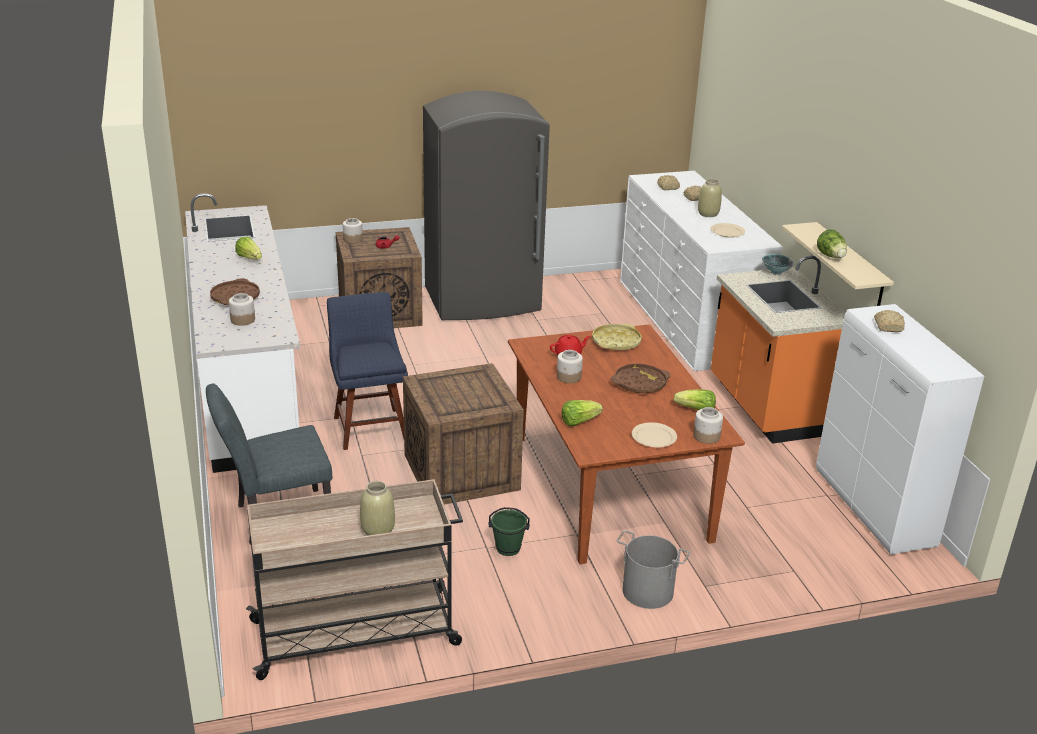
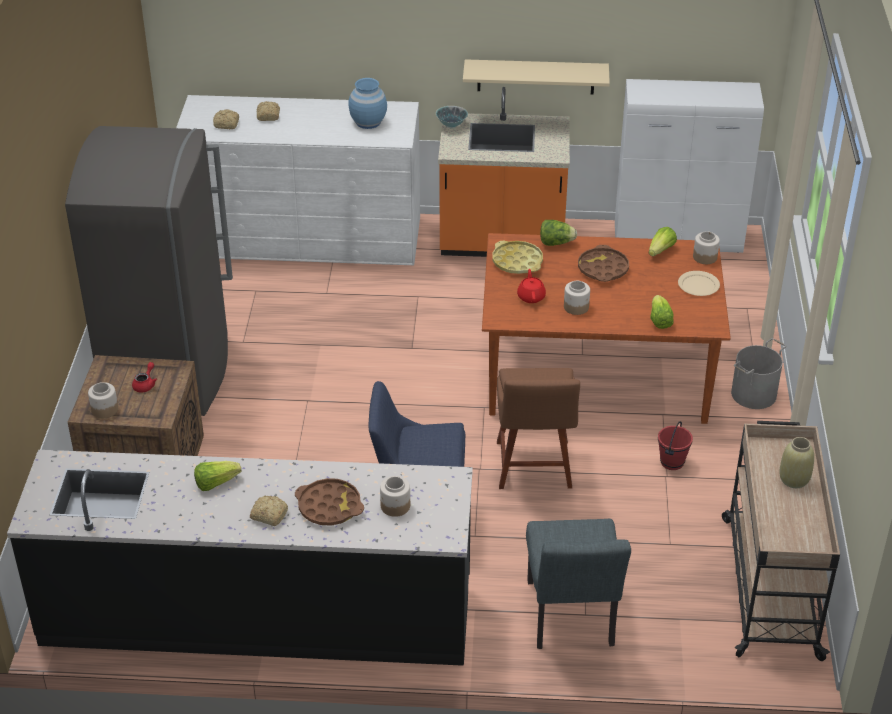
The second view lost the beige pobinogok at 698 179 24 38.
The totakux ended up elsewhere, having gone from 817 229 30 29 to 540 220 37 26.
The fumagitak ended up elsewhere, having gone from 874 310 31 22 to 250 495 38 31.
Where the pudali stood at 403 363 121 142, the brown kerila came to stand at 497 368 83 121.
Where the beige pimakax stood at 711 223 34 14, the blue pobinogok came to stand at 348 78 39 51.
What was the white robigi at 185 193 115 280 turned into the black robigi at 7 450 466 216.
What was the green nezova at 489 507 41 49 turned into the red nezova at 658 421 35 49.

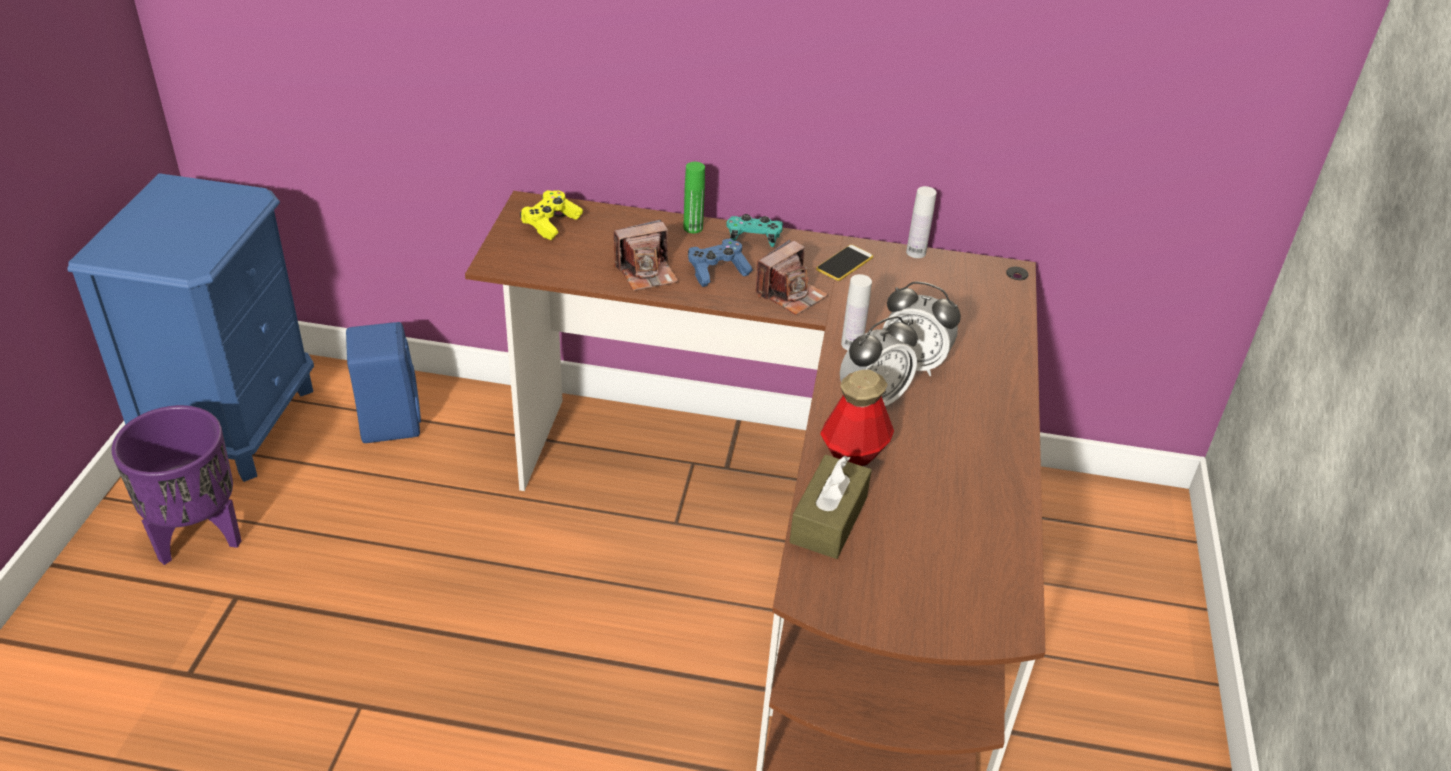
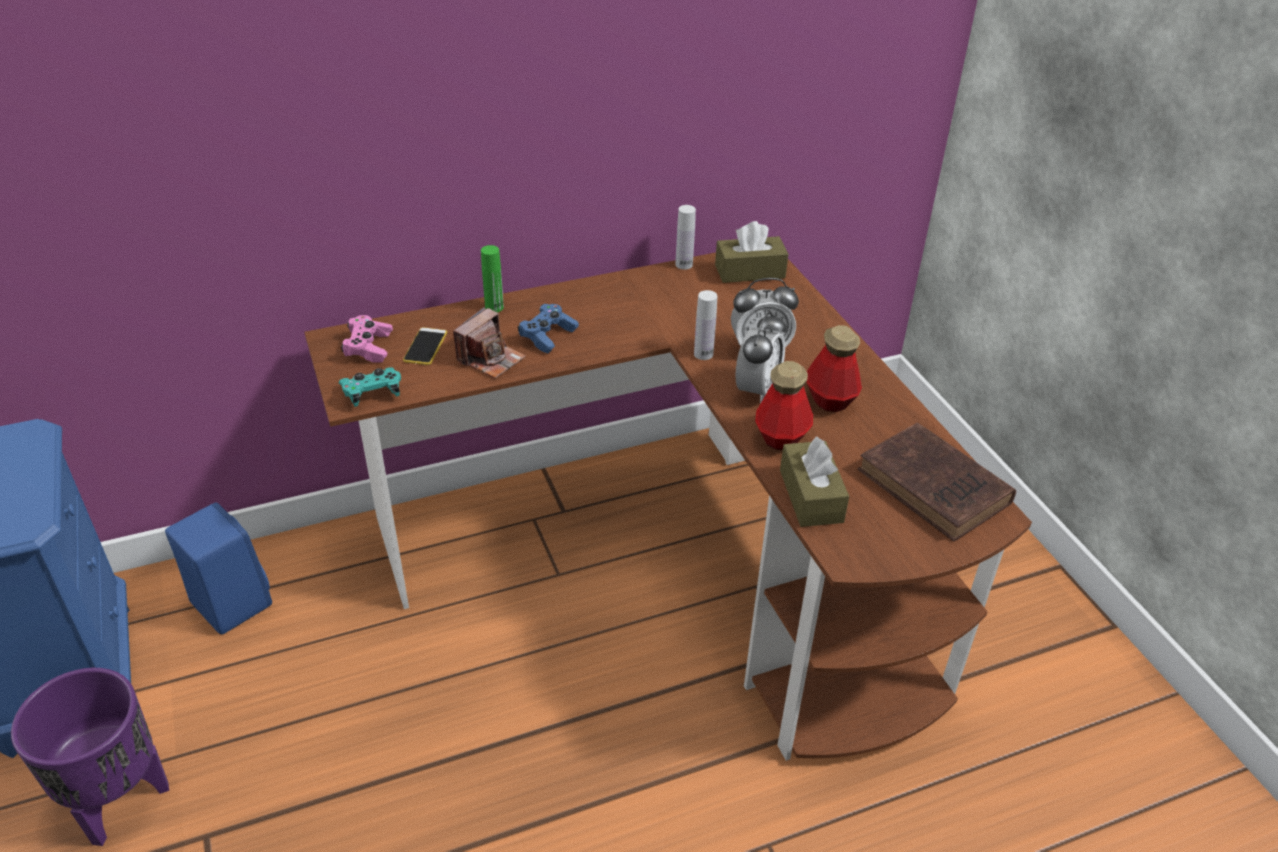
The second view lost the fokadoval at 755 239 73 76.
The second view gained the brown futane at 715 221 74 62.
The second view gained the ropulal at 807 325 55 87.
The second view gained the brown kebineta at 857 422 159 120.
The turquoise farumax ended up elsewhere, having gone from 726 214 57 33 to 339 367 62 40.
The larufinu ended up elsewhere, having gone from 816 245 57 36 to 403 327 44 38.
What was the yellow farumax at 520 190 63 50 turned into the pink farumax at 341 315 52 48.

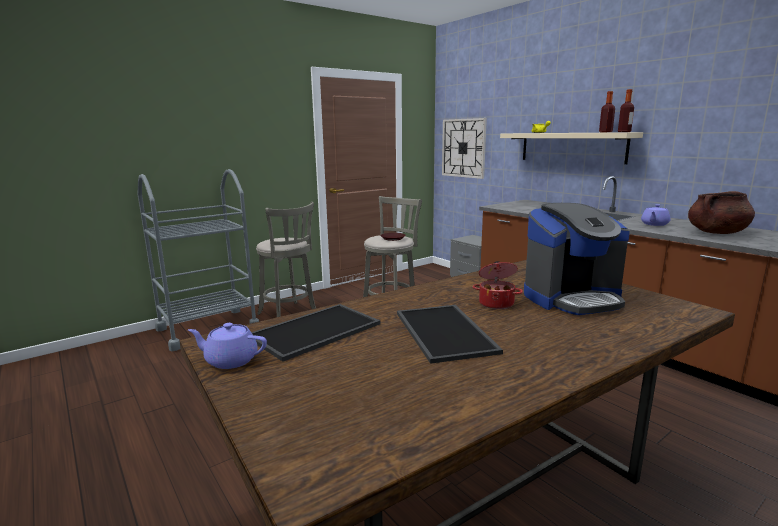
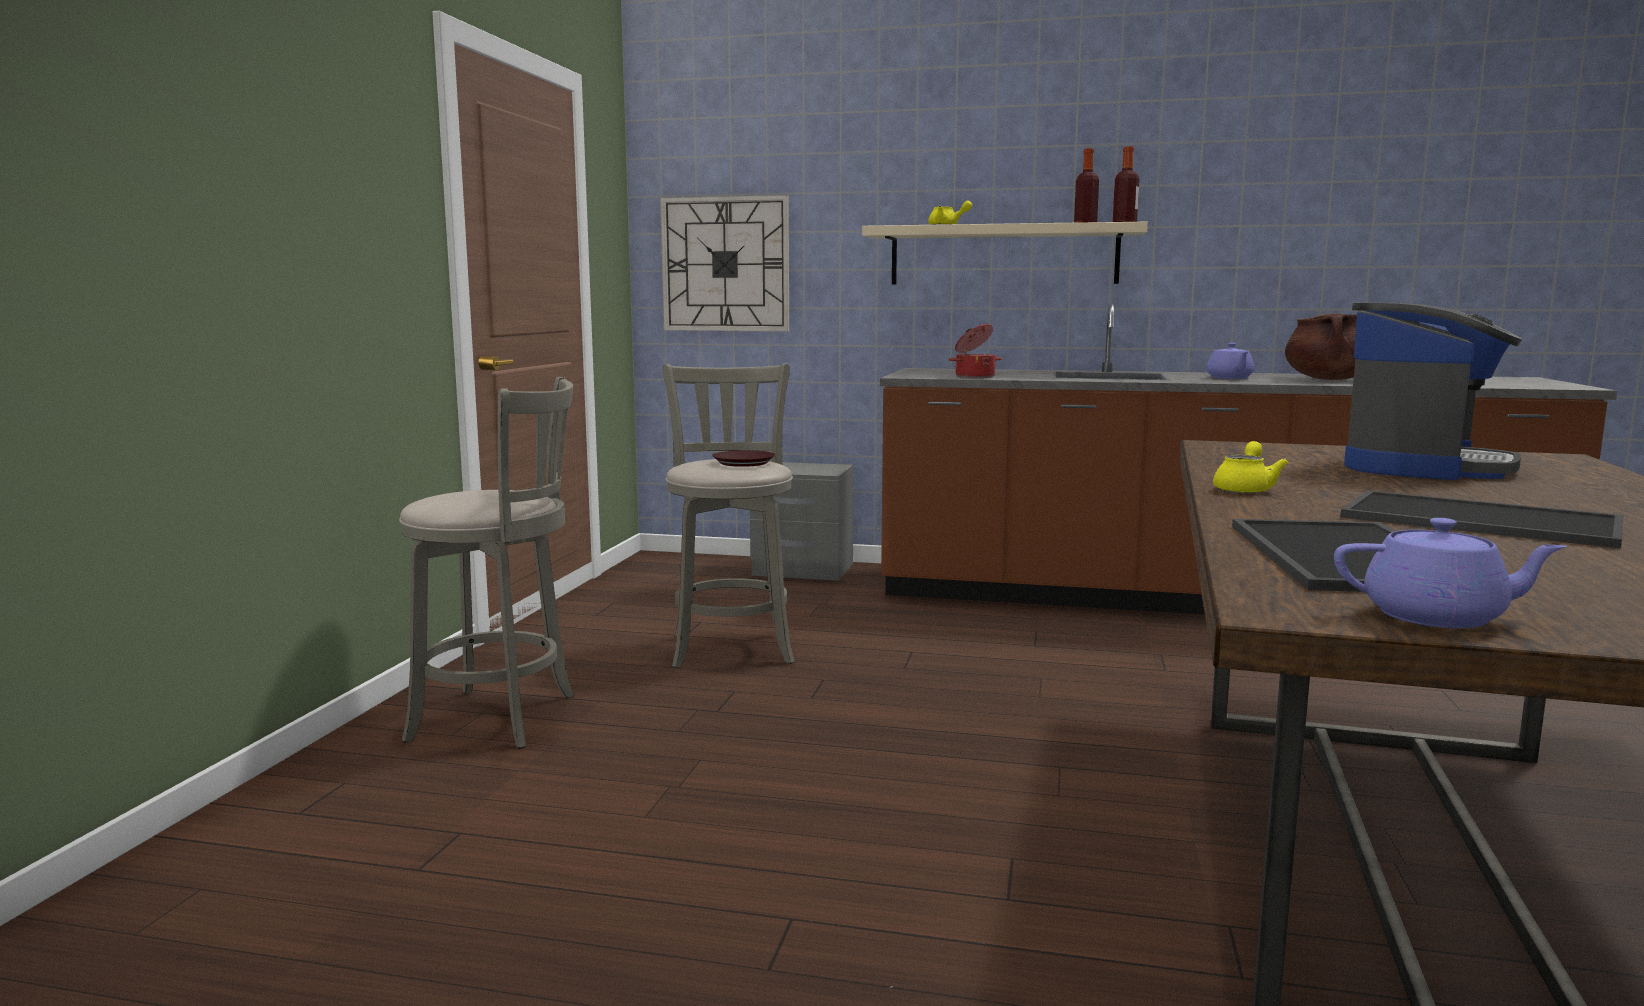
The second view lost the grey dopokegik at 138 169 121 182.
The second view gained the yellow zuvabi at 1213 441 75 52.
The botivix ended up elsewhere, having gone from 473 261 50 48 to 949 324 53 54.
The purple zuvabi at 188 323 79 46 ended up facing another way, 135 degrees counterclockwise from before.

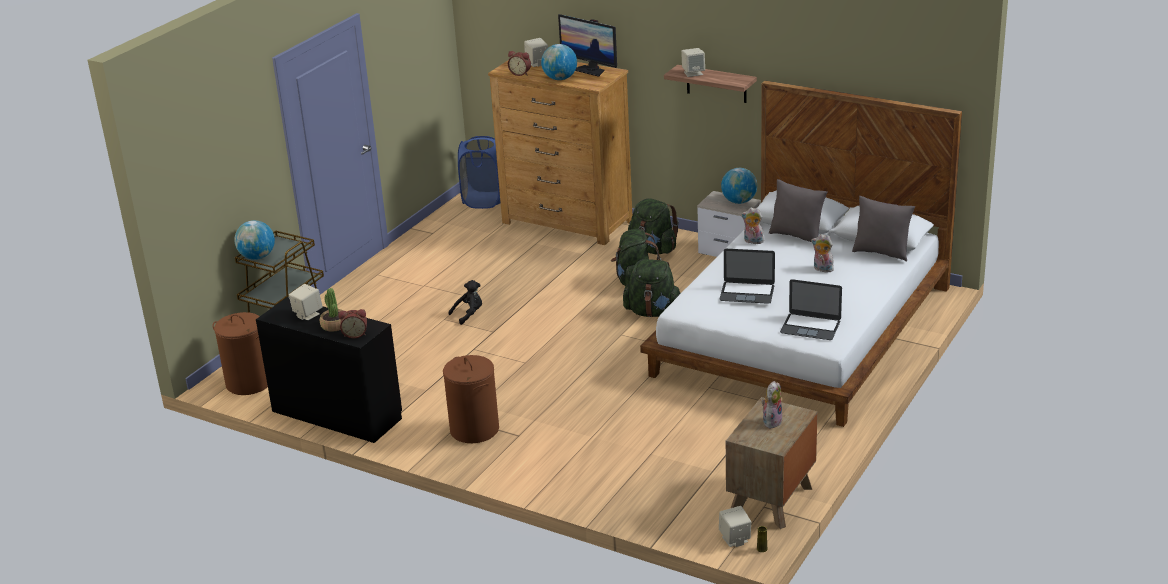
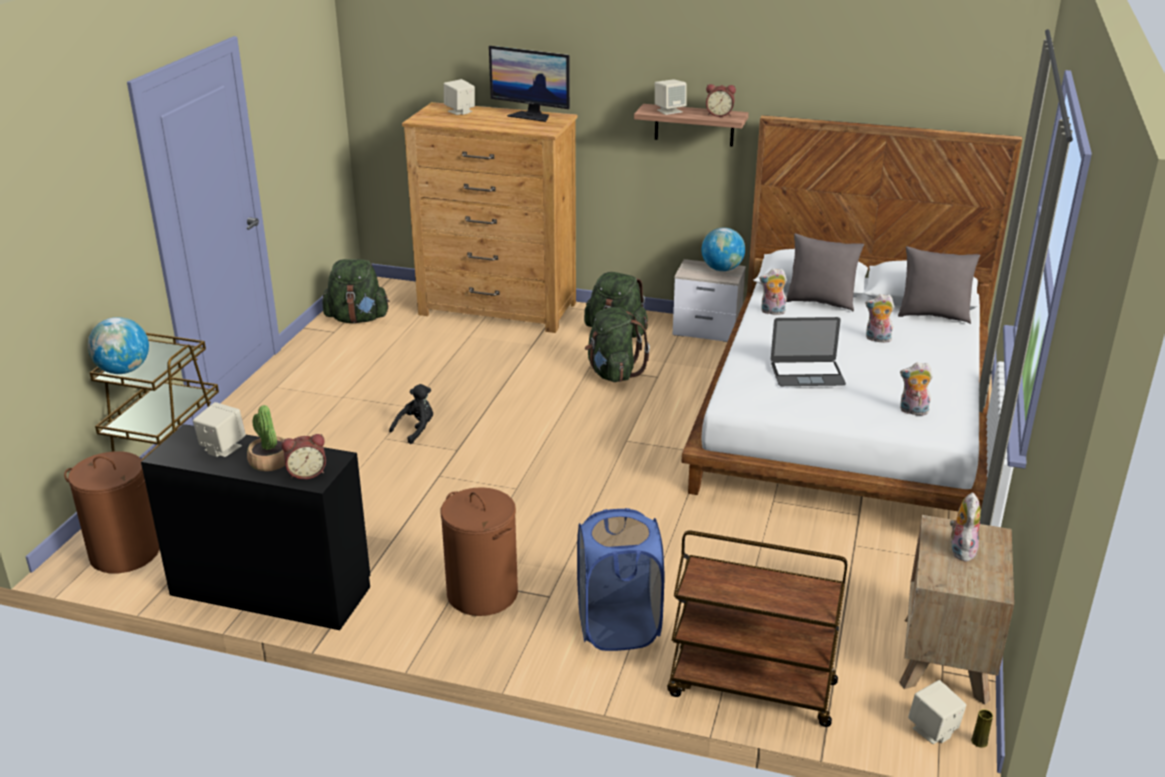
The second view lost the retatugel at 541 44 36 36.
The second view gained the brown dopokegik at 667 530 180 197.
The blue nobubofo ended up elsewhere, having gone from 458 136 43 73 to 577 508 87 143.
The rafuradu ended up elsewhere, having gone from 508 51 23 25 to 706 84 30 33.
The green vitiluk ended up elsewhere, having gone from 623 259 58 58 to 322 259 68 64.
Where the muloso stood at 780 279 62 61, the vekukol came to stand at 900 362 33 53.

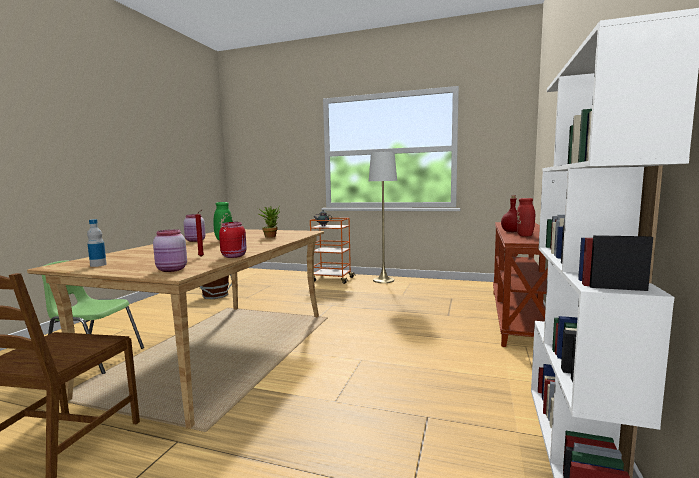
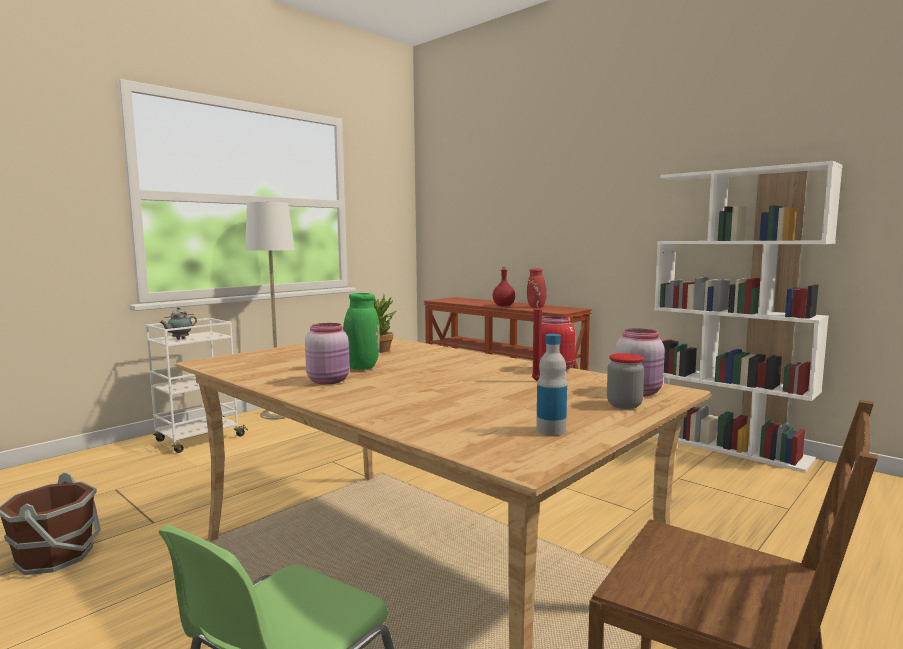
The second view gained the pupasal at 607 353 37 56.
What was the orange dopokegik at 310 218 46 66 turned into the white dopokegik at 146 318 102 135.

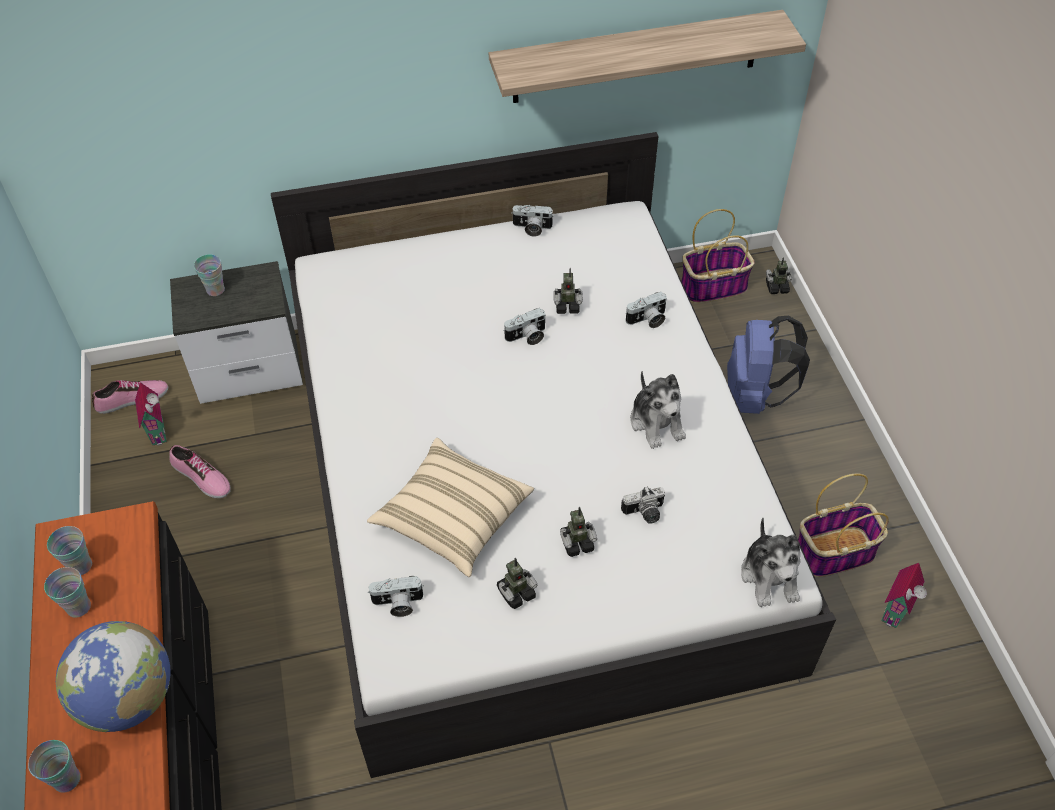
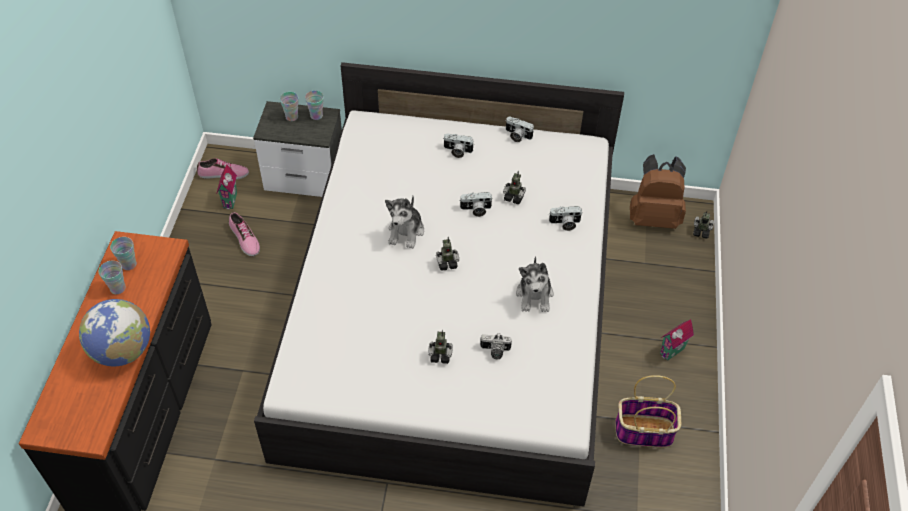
The second view lost the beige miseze at 367 438 167 139.
The second view lost the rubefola at 489 10 317 93.
The second view lost the blue vitiluk at 727 316 83 98.
The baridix ended up elsewhere, having gone from 28 740 52 53 to 305 91 19 29.
The fokadoval ended up elsewhere, having gone from 367 576 57 41 to 444 133 30 25.
The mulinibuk ended up elsewhere, having gone from 497 557 41 52 to 436 236 23 35.
The vekukol ended up elsewhere, having gone from 741 518 59 89 to 385 196 39 53.
The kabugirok ended up elsewhere, having gone from 881 563 46 65 to 660 319 34 42.
Where the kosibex stood at 681 209 73 94, the brown vitiluk came to stand at 630 154 56 75.

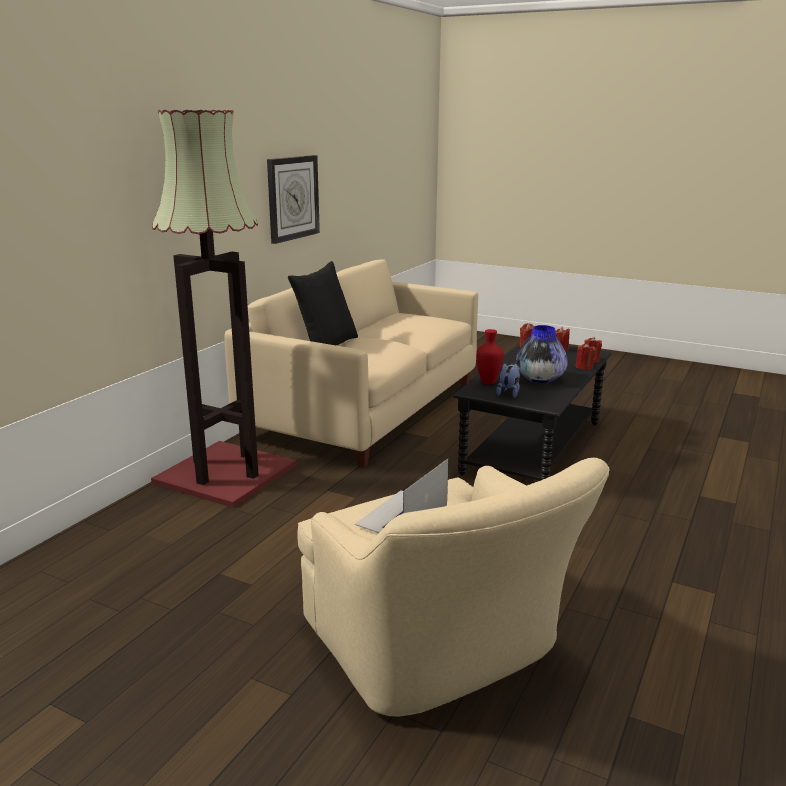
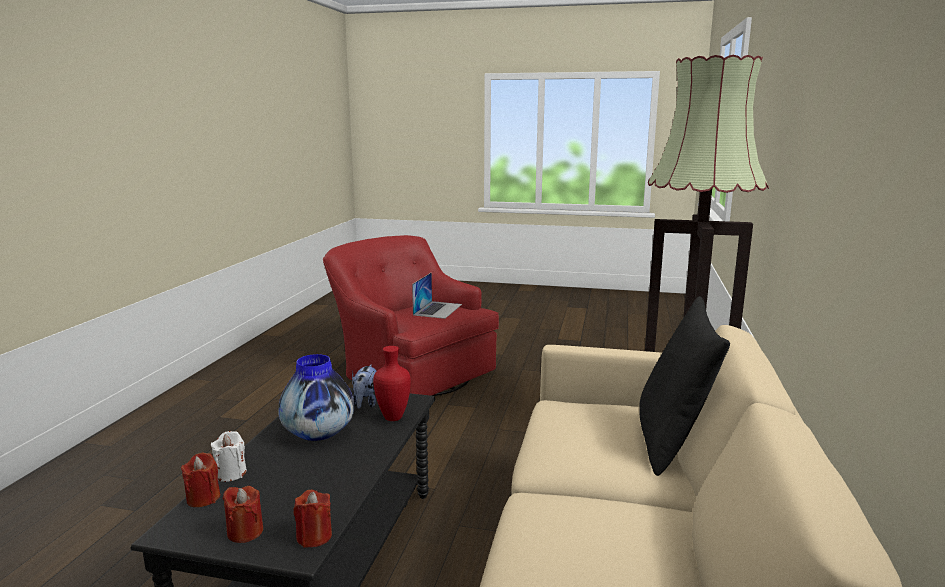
The second view lost the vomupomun at 267 155 53 89.
What was the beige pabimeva at 298 458 312 259 turned into the red pabimeva at 323 235 176 161.
What was the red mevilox at 576 343 20 27 turned into the white mevilox at 211 431 36 51.

